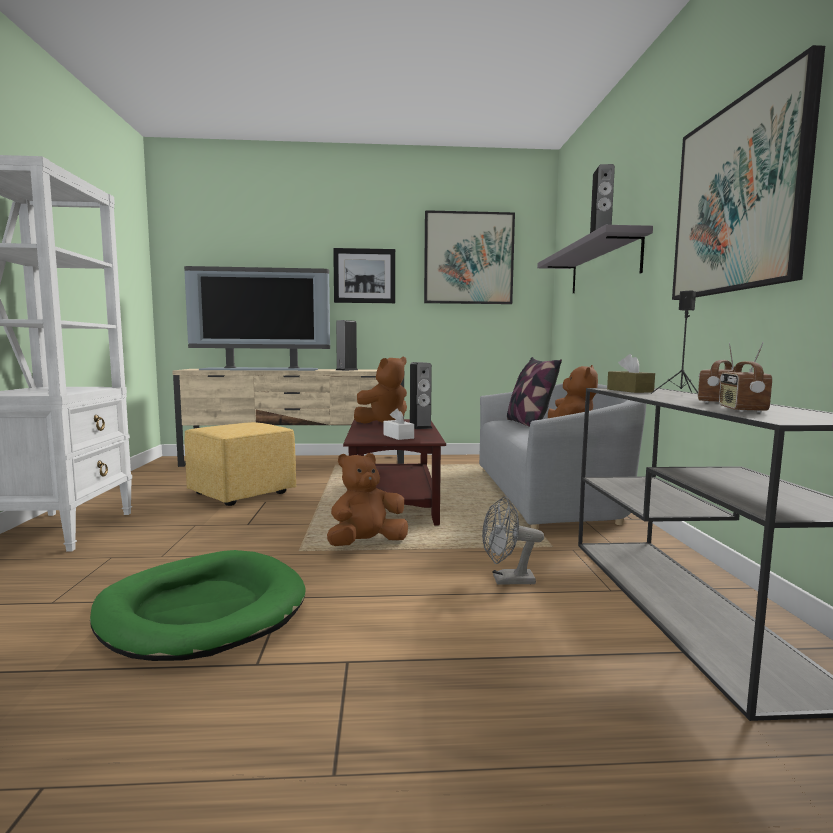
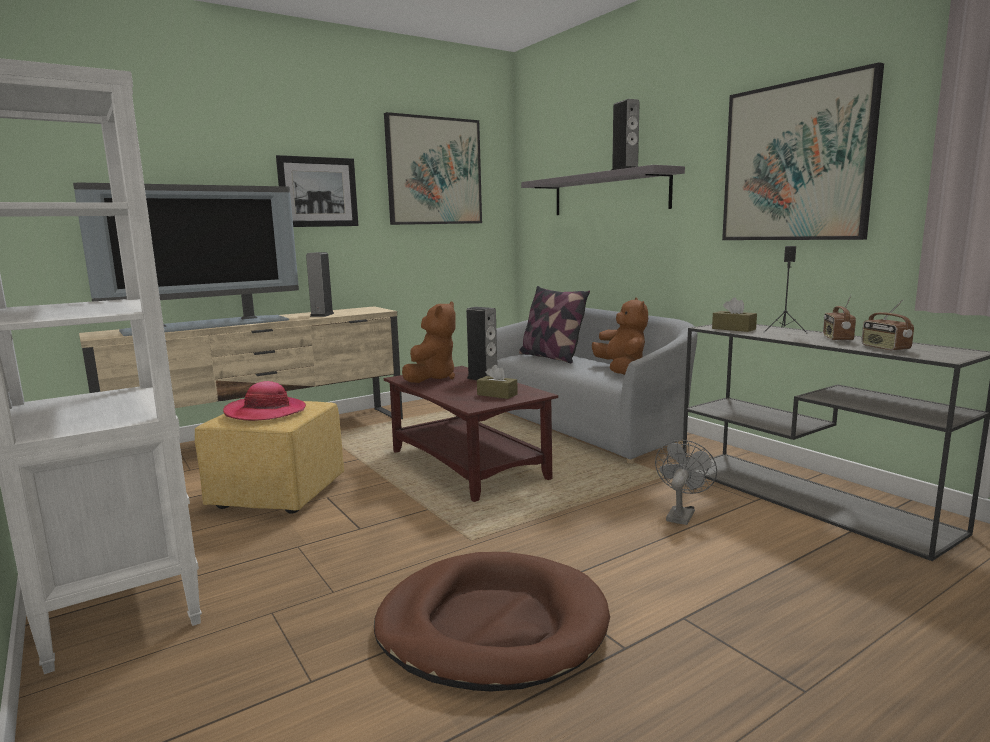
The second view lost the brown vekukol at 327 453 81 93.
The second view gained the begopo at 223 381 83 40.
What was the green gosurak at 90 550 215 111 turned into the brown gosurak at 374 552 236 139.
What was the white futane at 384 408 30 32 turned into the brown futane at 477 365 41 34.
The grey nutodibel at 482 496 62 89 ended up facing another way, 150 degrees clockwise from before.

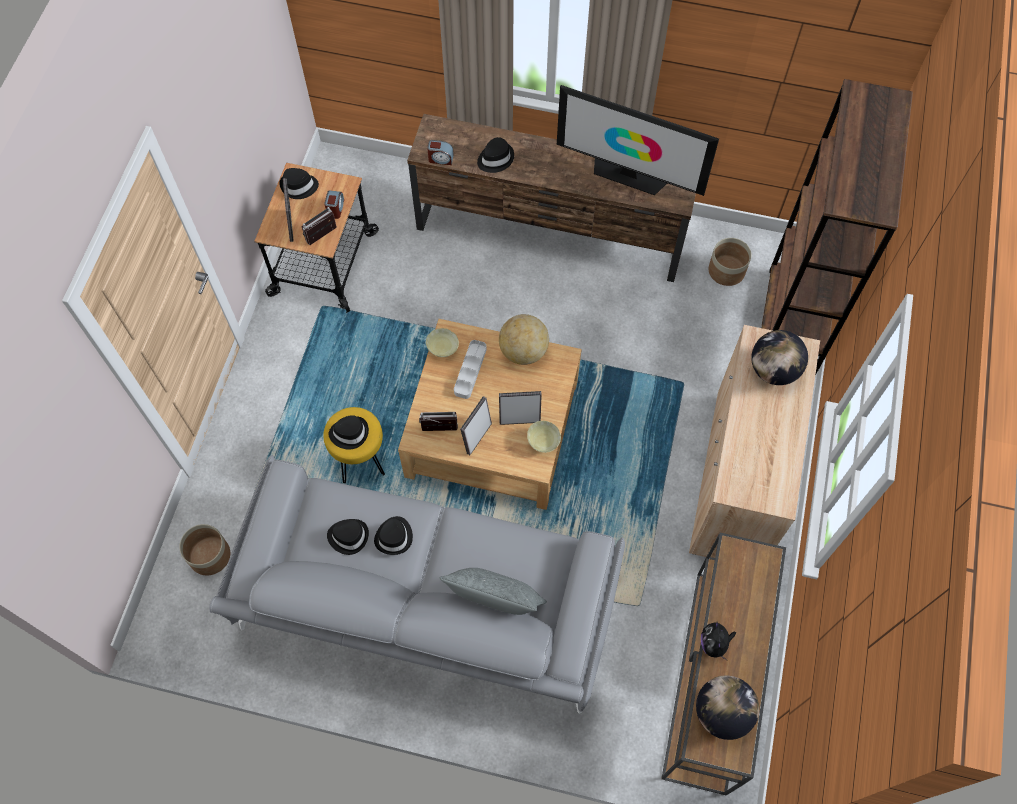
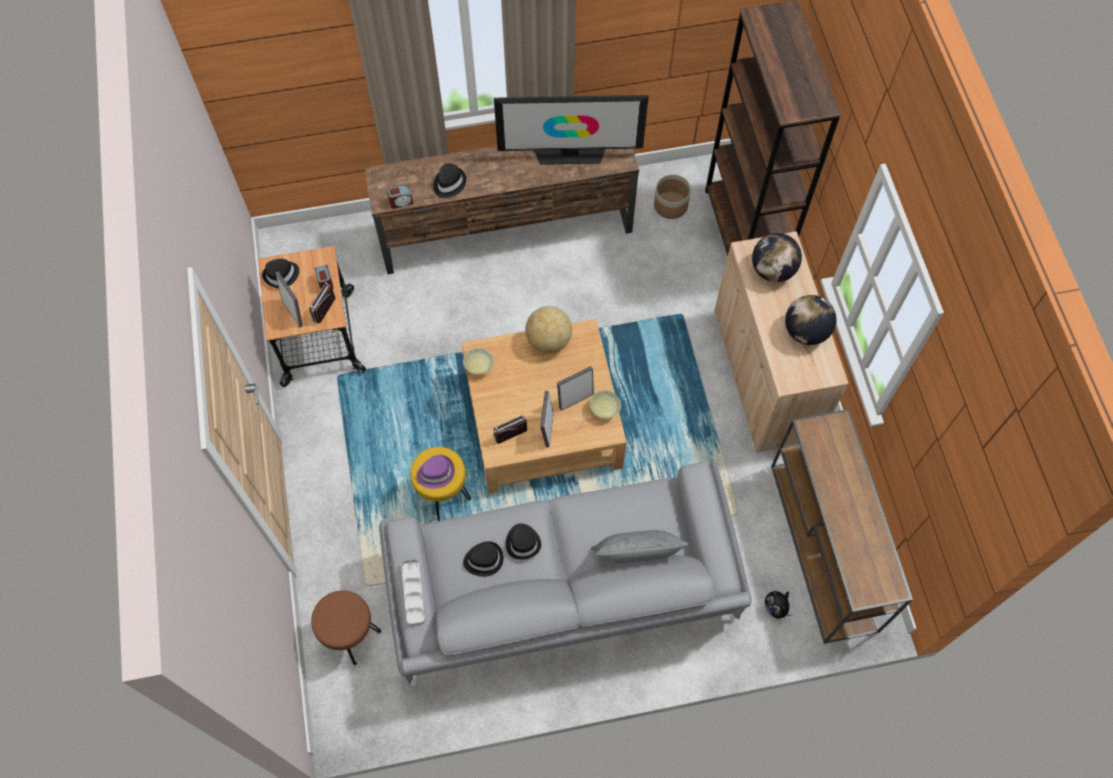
The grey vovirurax ended up elsewhere, having gone from 454 340 33 59 to 401 559 24 67.
The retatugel ended up elsewhere, having gone from 696 675 63 65 to 785 295 52 50.
The vekukol ended up elsewhere, having gone from 701 622 35 38 to 765 591 27 28.
Where the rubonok stood at 179 524 51 51, the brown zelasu came to stand at 311 590 70 75.
What was the black begopo at 329 415 40 35 turned into the purple begopo at 417 455 38 34.

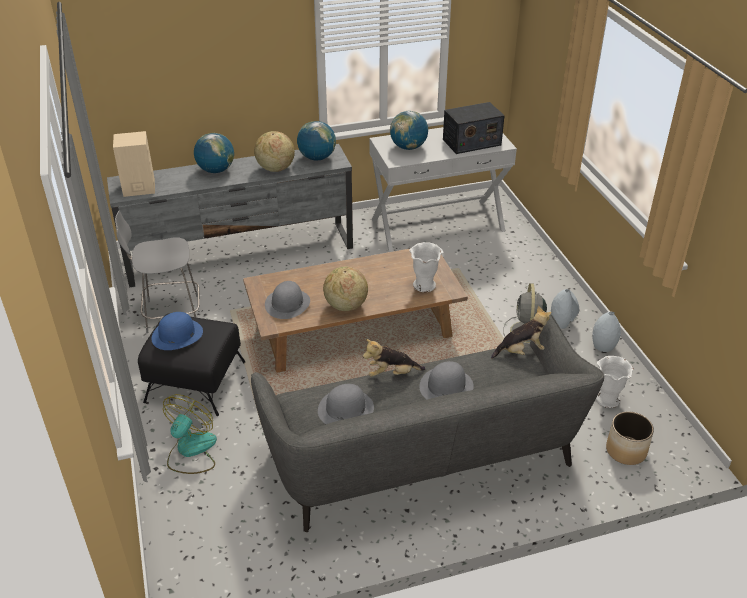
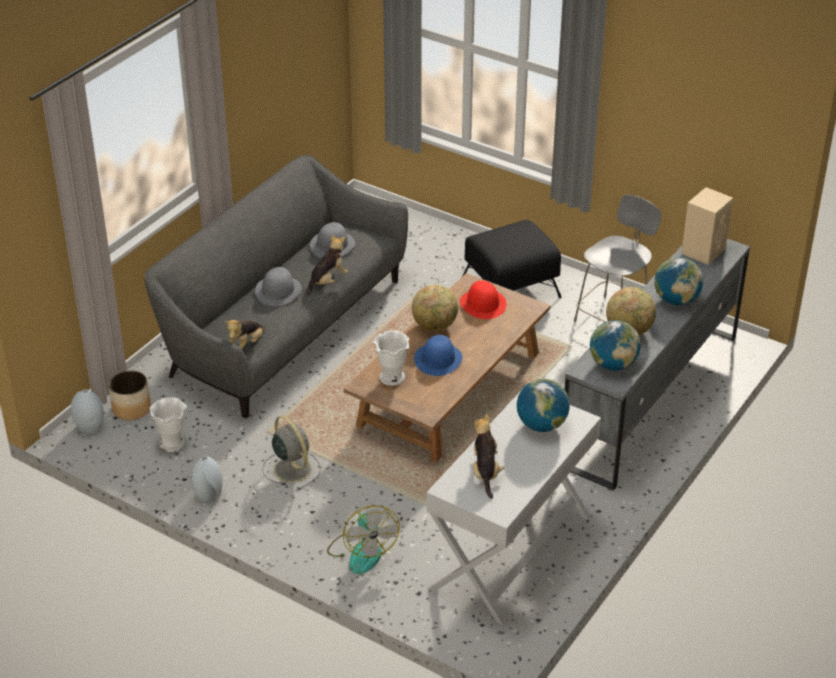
The blue begopo ended up elsewhere, having gone from 151 312 52 38 to 414 335 49 41.
The nutodibel ended up elsewhere, having gone from 163 394 54 80 to 327 505 73 69.
The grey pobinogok ended up elsewhere, having gone from 551 289 28 40 to 71 389 33 45.
Where the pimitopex stood at 443 102 62 52, the vekukol came to stand at 473 413 31 86.
What was the grey begopo at 265 281 45 38 turned into the red begopo at 460 280 47 39.

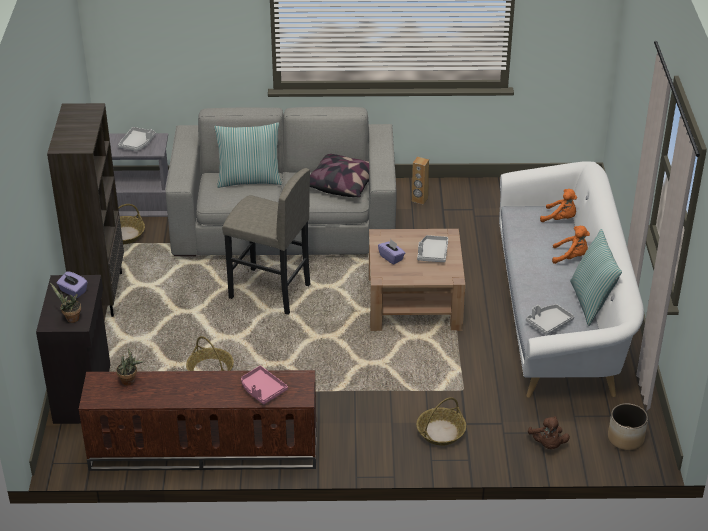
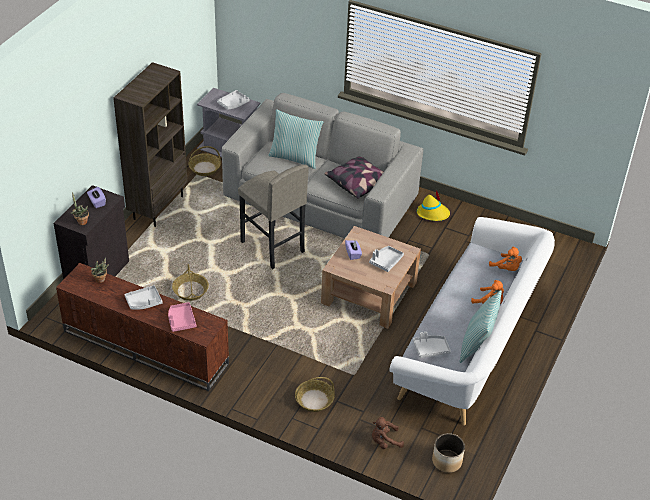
The second view gained the grey vovirurax at 125 285 38 25.
Where the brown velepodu stood at 412 157 17 48, the yellow begopo came to stand at 417 190 33 31.
The brown vekukol at 528 416 42 33 ended up facing another way, 60 degrees clockwise from before.

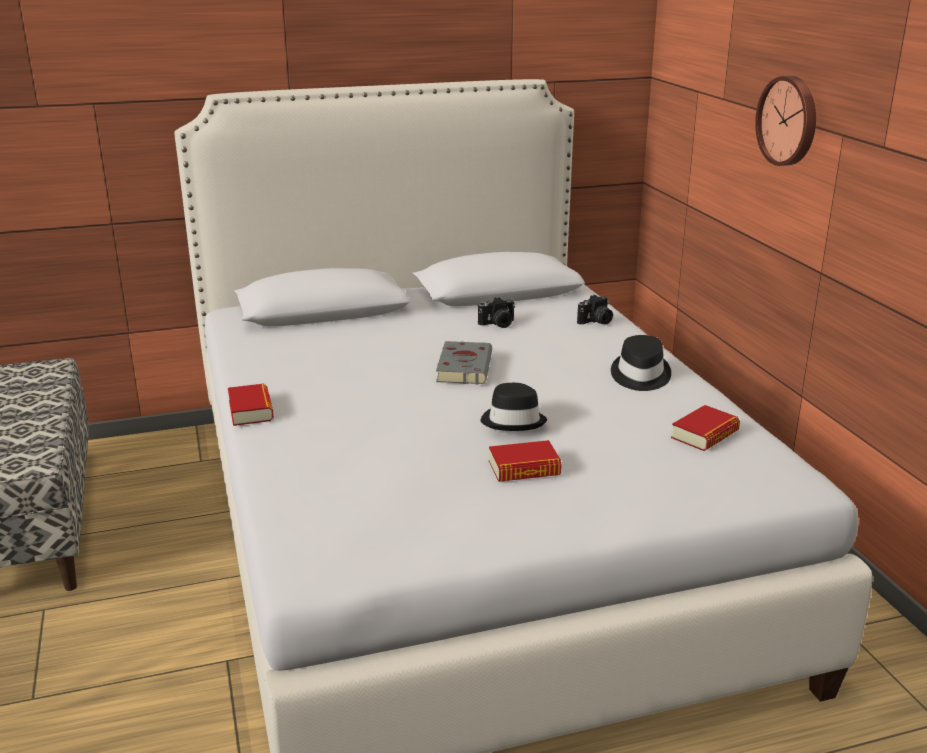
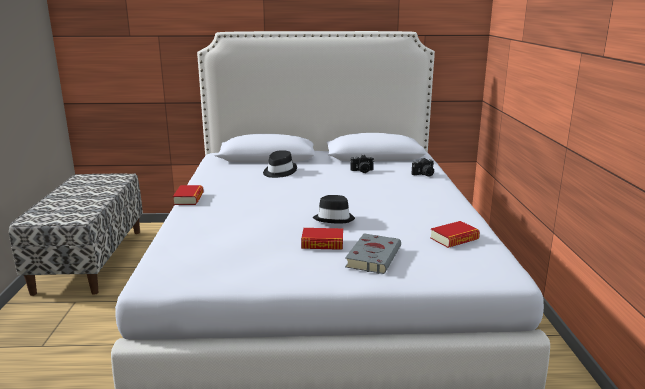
The second view lost the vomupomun at 755 76 61 90.
The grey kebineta ended up elsewhere, having gone from 436 341 56 44 to 345 233 56 41.
The black begopo ended up elsewhere, having gone from 611 335 60 56 to 263 150 34 28.

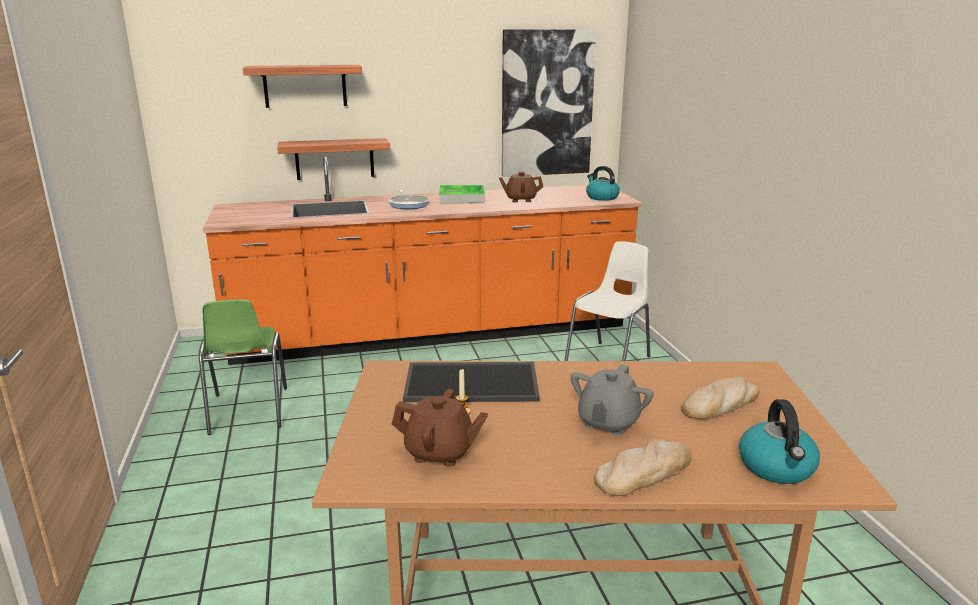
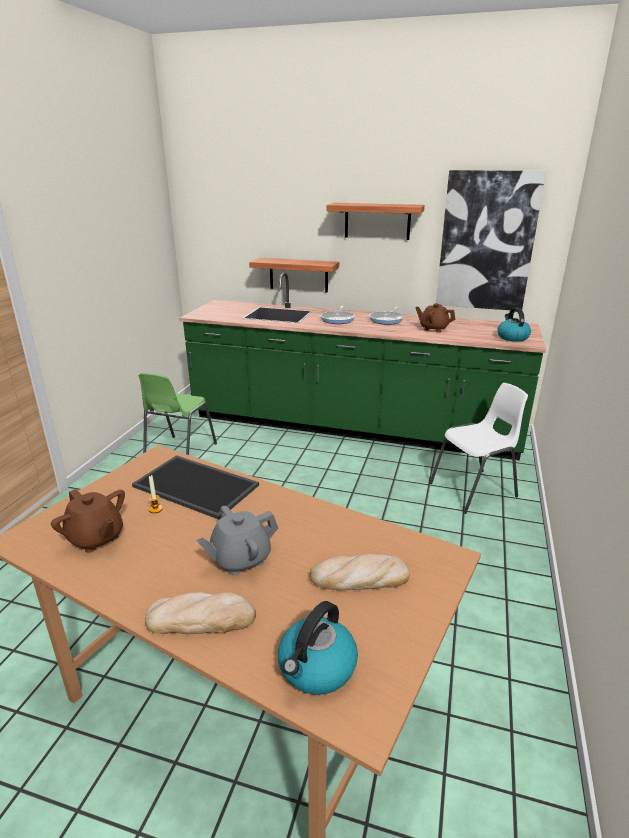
The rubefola ended up elsewhere, having gone from 243 65 119 43 to 326 203 99 37.
Where the vovirurax stood at 439 185 46 19, the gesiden came to stand at 369 307 35 18.
What was the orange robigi at 203 156 439 209 turned into the green robigi at 179 273 367 188.

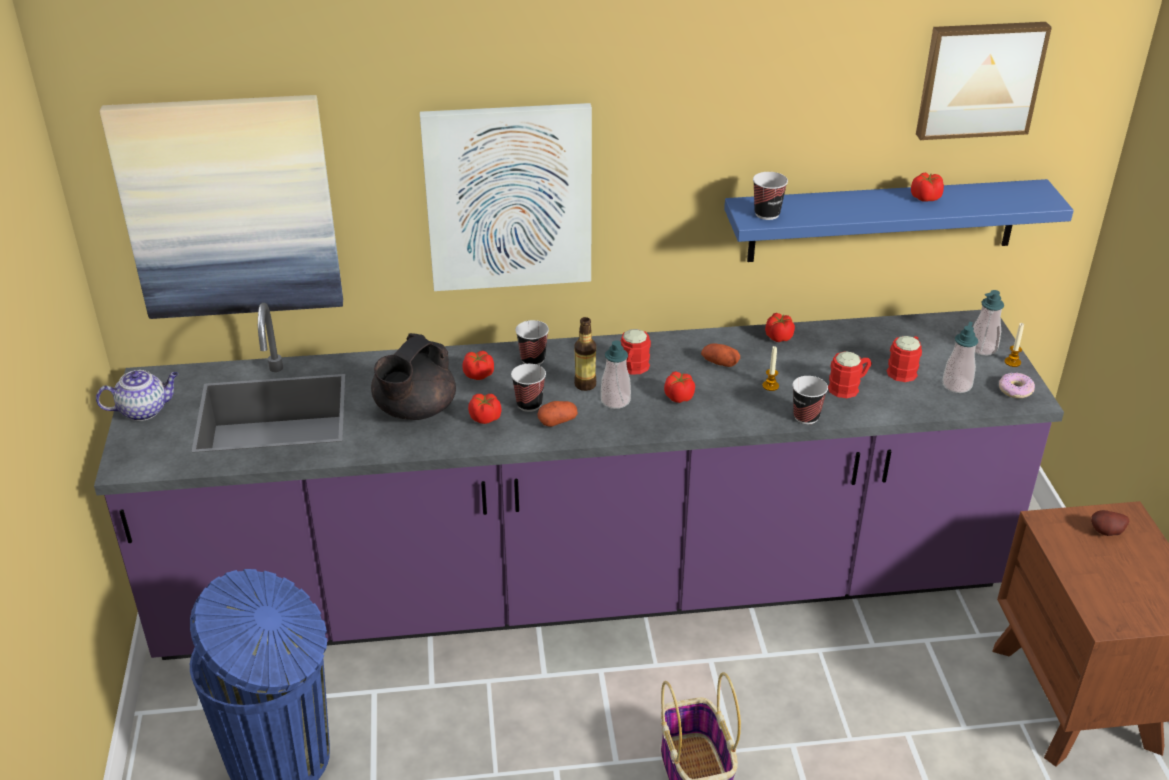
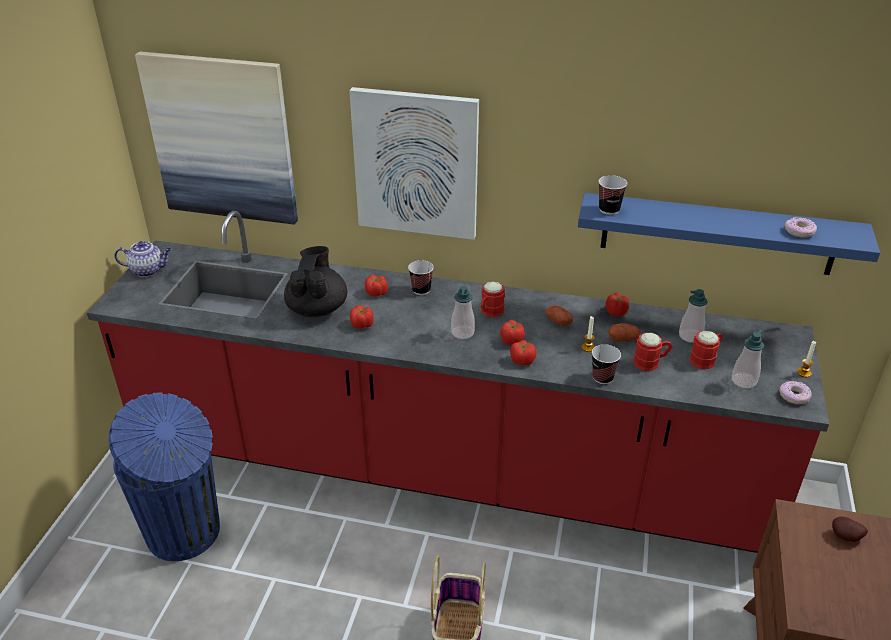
The second view lost the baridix at 511 364 35 48.
The second view lost the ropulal at 574 317 22 74.
The second view lost the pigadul at 916 22 136 118.
The second view gained the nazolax at 785 217 32 21.
The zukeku ended up elsewhere, having gone from 537 401 41 26 to 608 323 32 19.
The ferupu ended up elsewhere, having gone from 911 173 33 29 to 510 340 26 25.
The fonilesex ended up elsewhere, having gone from 973 290 31 66 to 679 289 29 54.
What was the purple robigi at 94 303 970 357 turned into the red robigi at 87 211 742 342.
The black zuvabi at 371 333 85 87 ended up facing another way, 135 degrees clockwise from before.

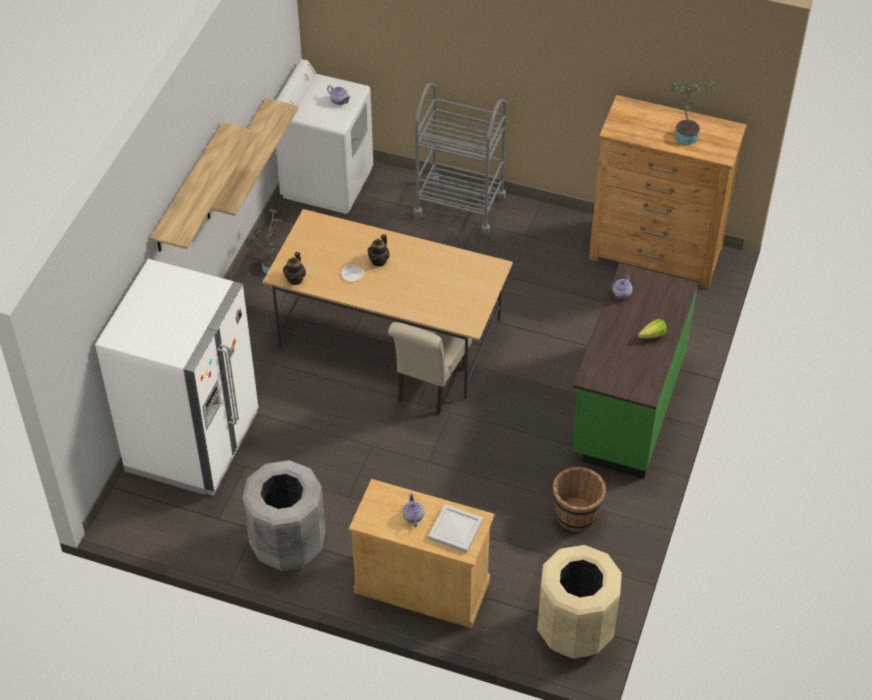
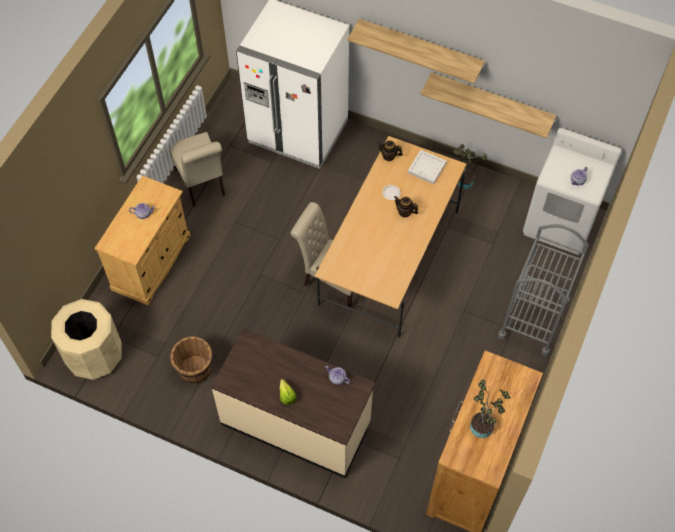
The white vovirurax ended up elsewhere, having gone from 428 504 55 49 to 408 150 39 34.
Where the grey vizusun stood at 242 460 83 111, the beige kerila came to stand at 169 132 56 75.
What was the green robigi at 572 263 126 216 turned into the beige robigi at 211 328 165 150.

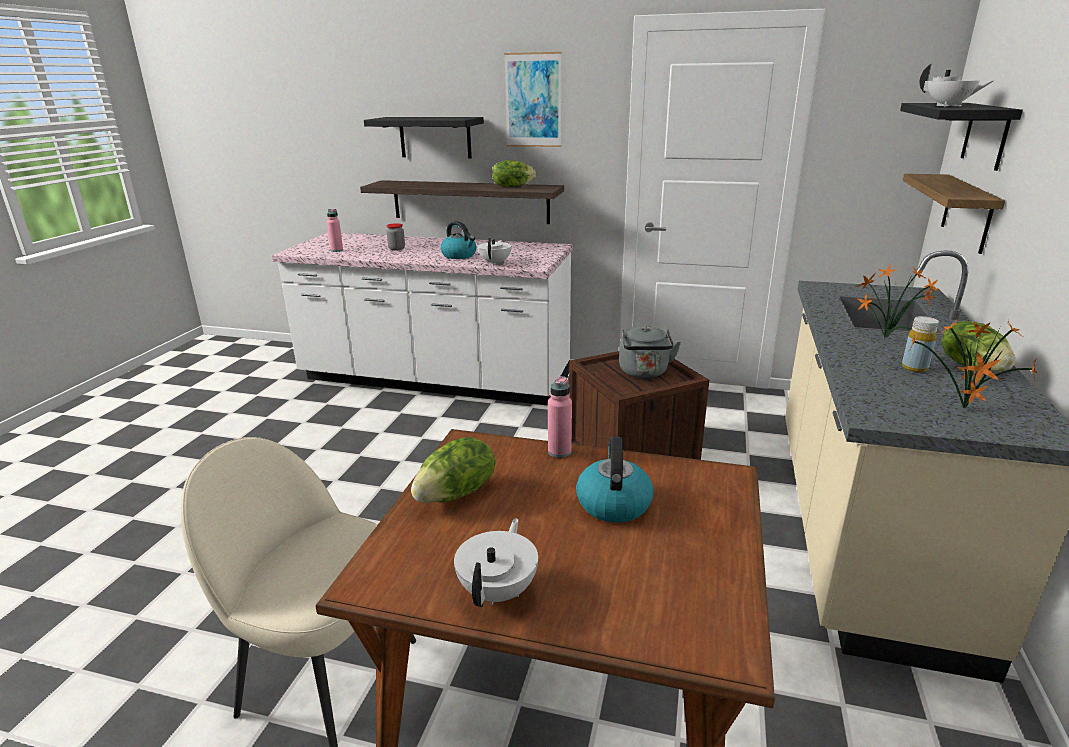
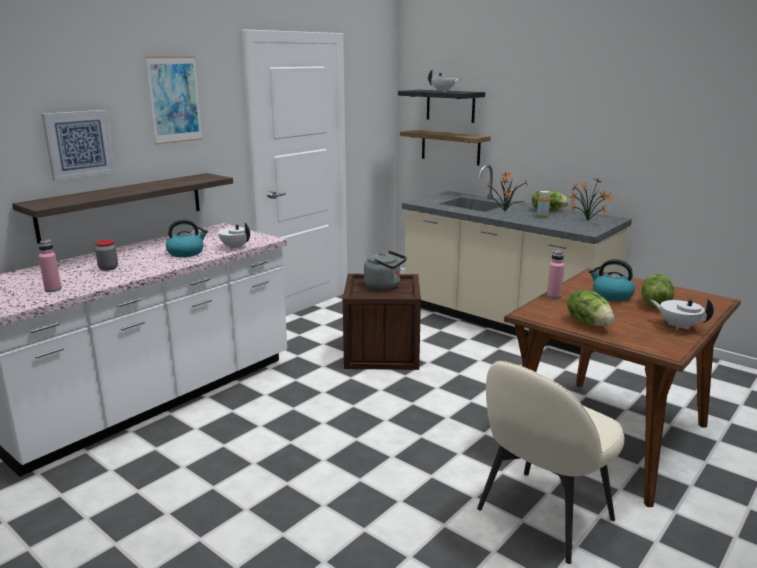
The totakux ended up elsewhere, having gone from 492 160 44 27 to 642 274 32 34.
Where the black rubefola hung at 364 117 120 42, the pigadul came to hang at 42 110 74 71.

